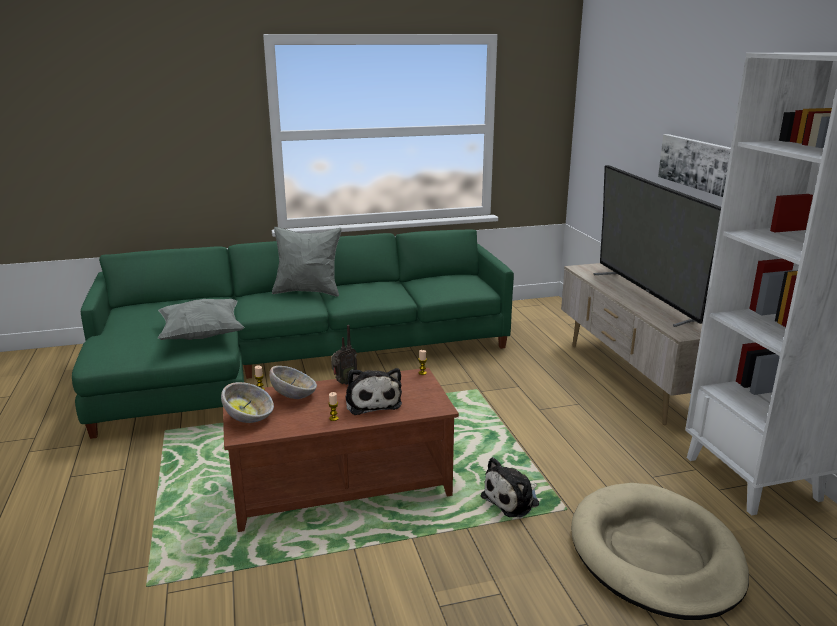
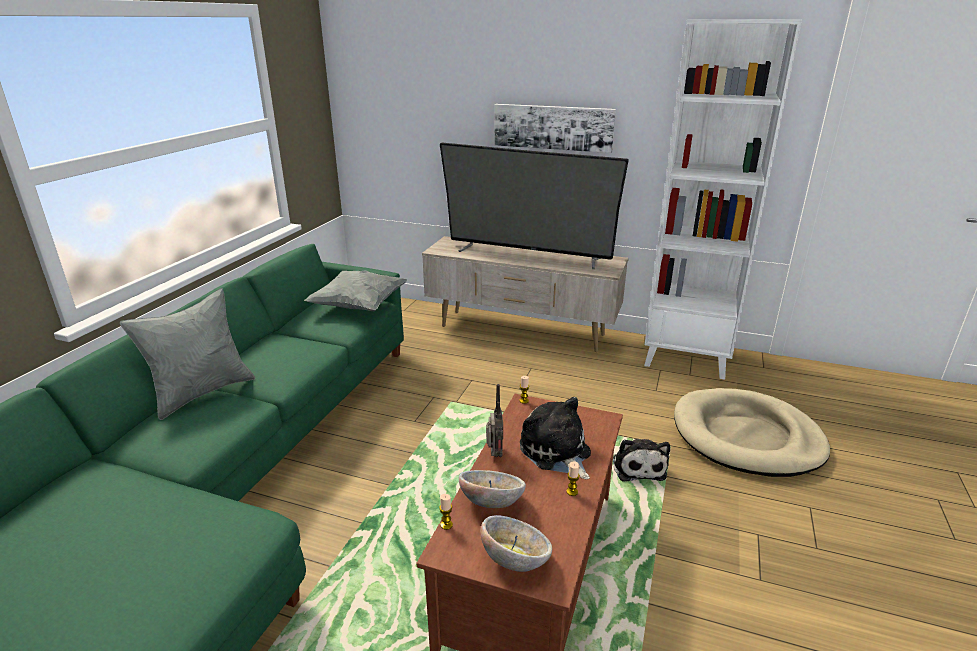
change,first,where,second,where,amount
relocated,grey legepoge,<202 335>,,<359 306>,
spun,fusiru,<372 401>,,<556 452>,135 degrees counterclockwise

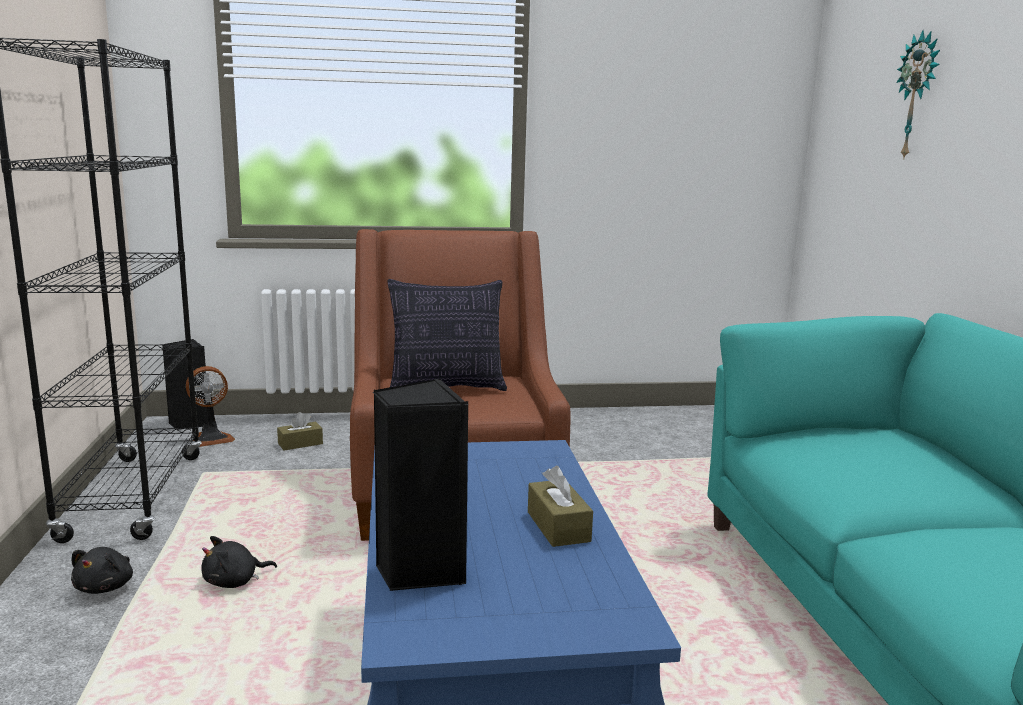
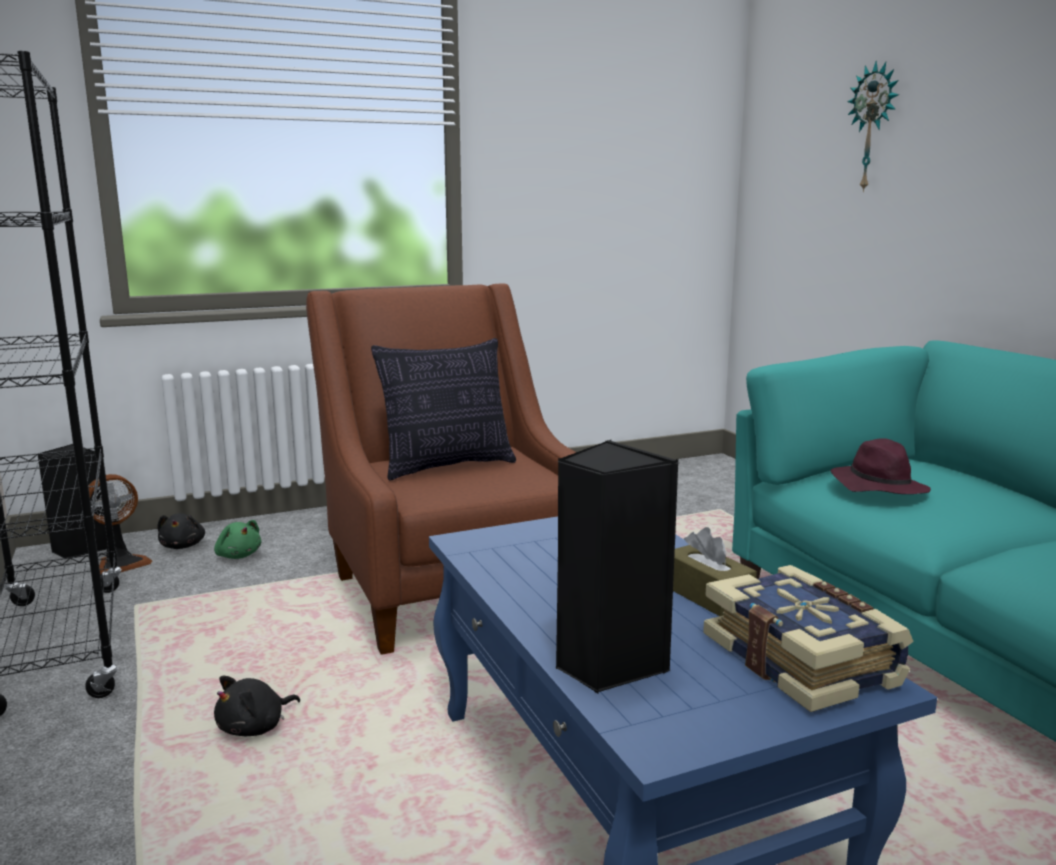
change,first,where,second,where,amount
relocated,black fusiru,<106 587>,,<183 546>,
exchanged,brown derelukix,<300 443>,green fusiru,<238 555>,
appeared,,,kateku,<803 660>,
appeared,,,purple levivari,<877 487>,

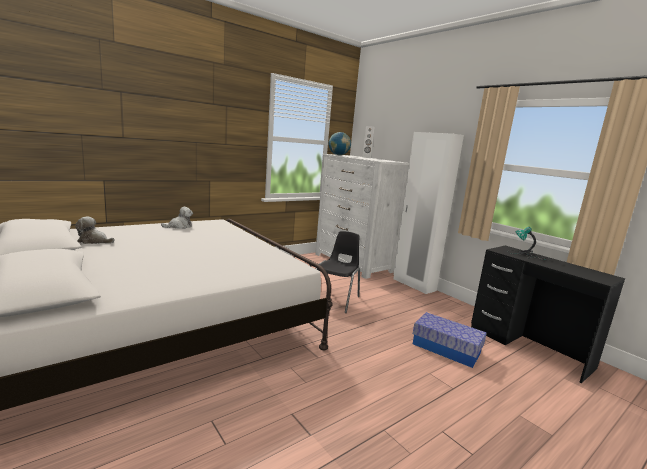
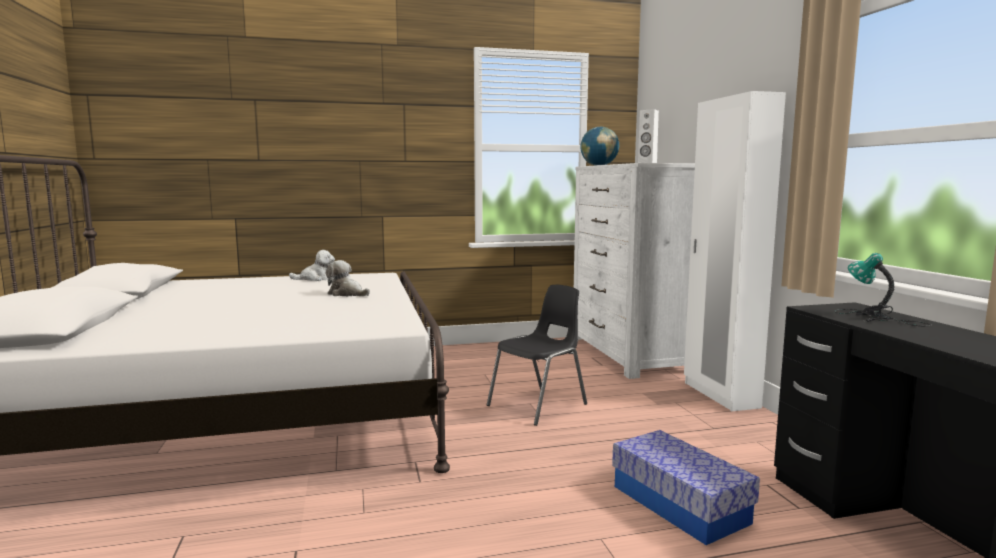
change,first,where,second,where,amount
relocated,fusiru,<94 241>,,<347 294>,

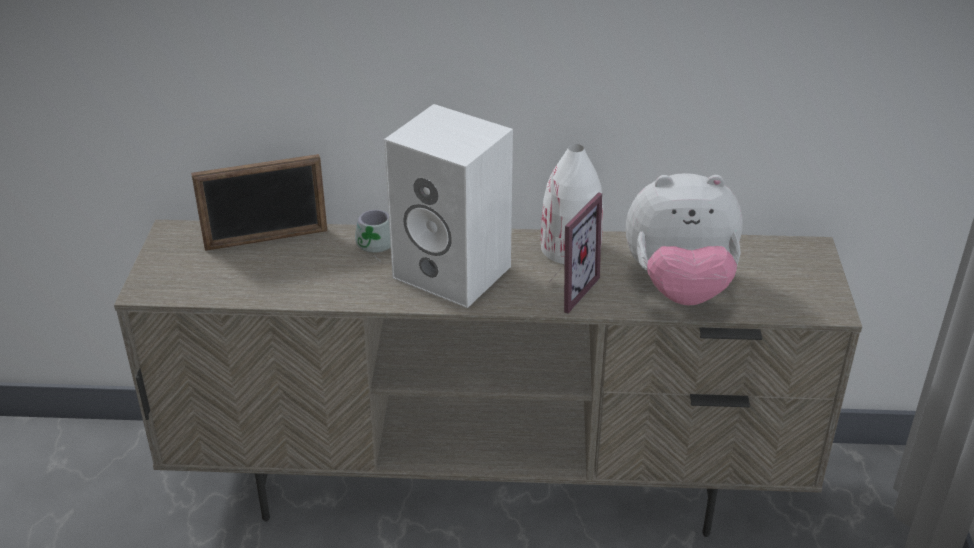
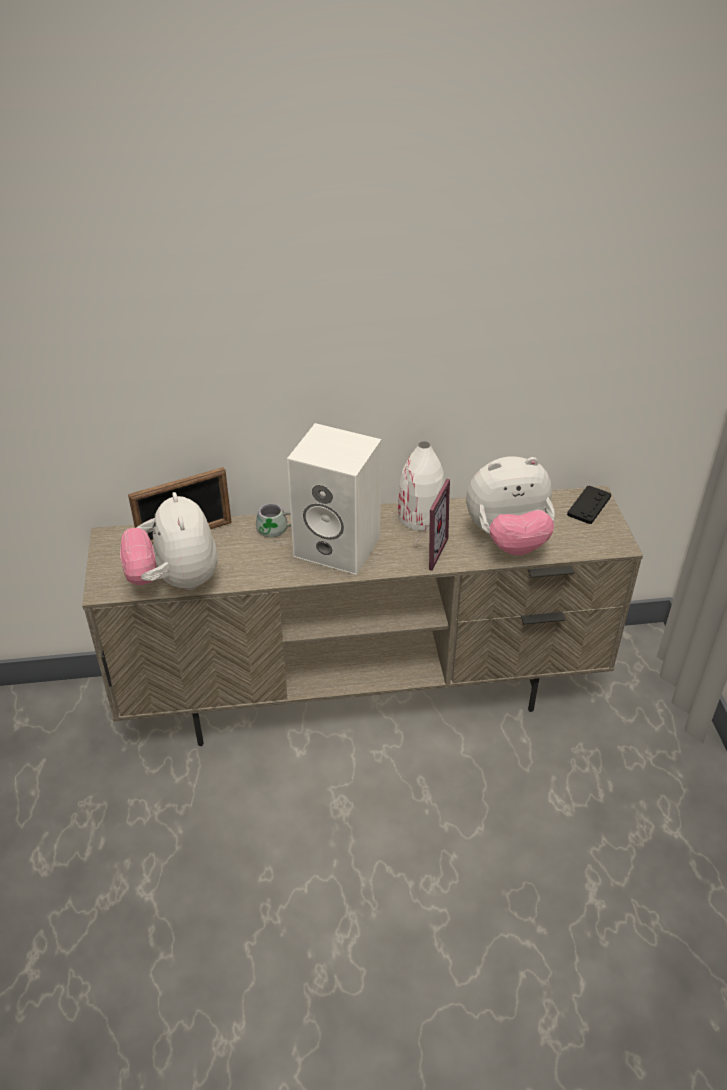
change,first,where,second,where,amount
appeared,,,fusiru,<175 580>,
appeared,,,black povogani,<589 505>,

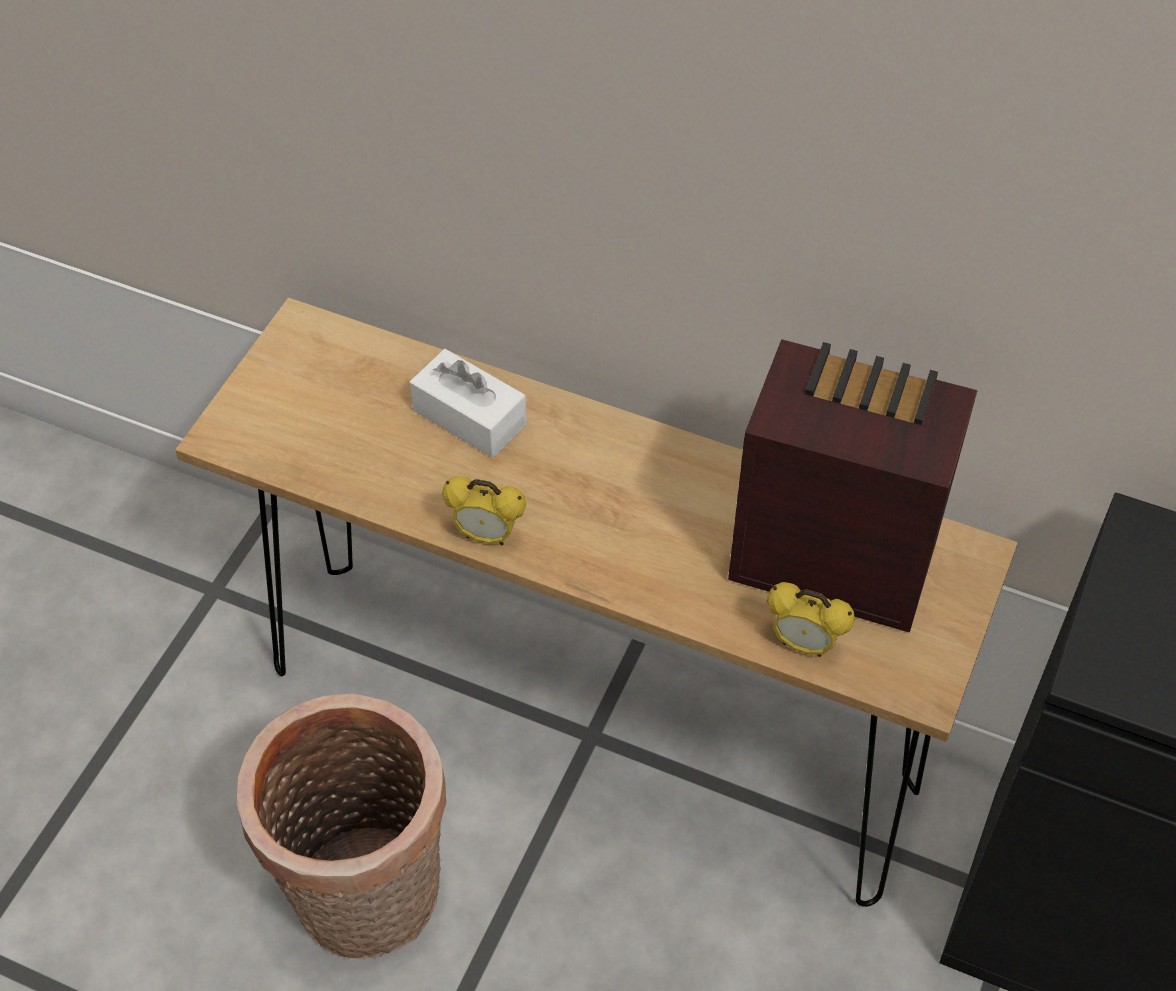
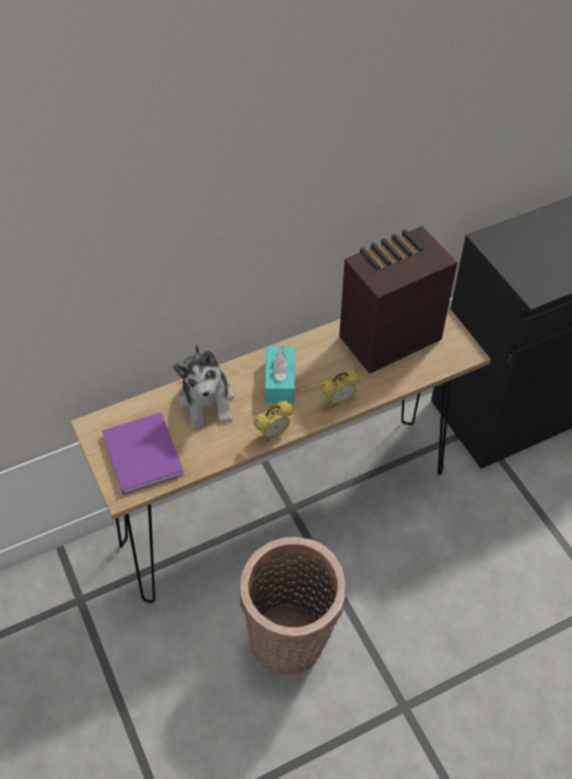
change,first,where,second,where,amount
appeared,,,purple kateku,<142 453>,
exchanged,white derelukix,<469 417>,fusiru,<207 400>,
appeared,,,turquoise derelukix,<280 381>,
relocated,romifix,<804 644>,,<338 401>,

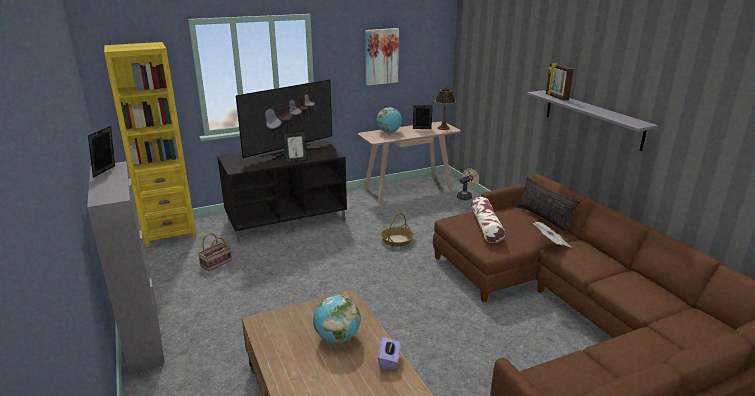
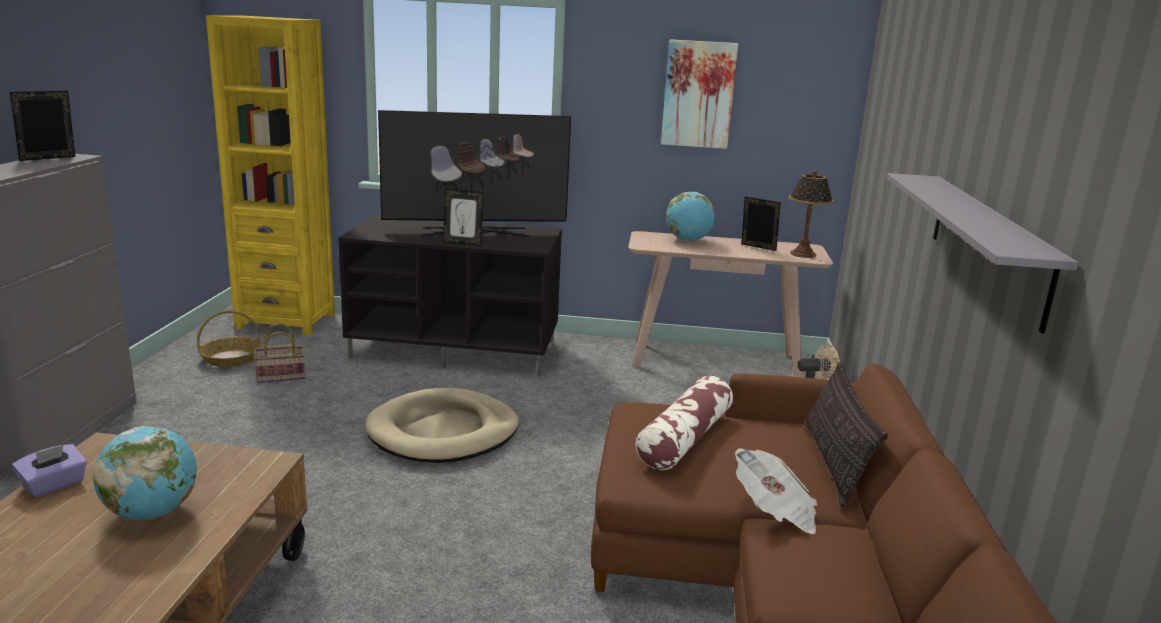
change,first,where,second,where,amount
relocated,purple derelukix,<389 361>,,<54 485>,
relocated,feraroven,<397 240>,,<230 358>,
appeared,,,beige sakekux,<443 432>,
missing,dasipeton,<556 97>,,,

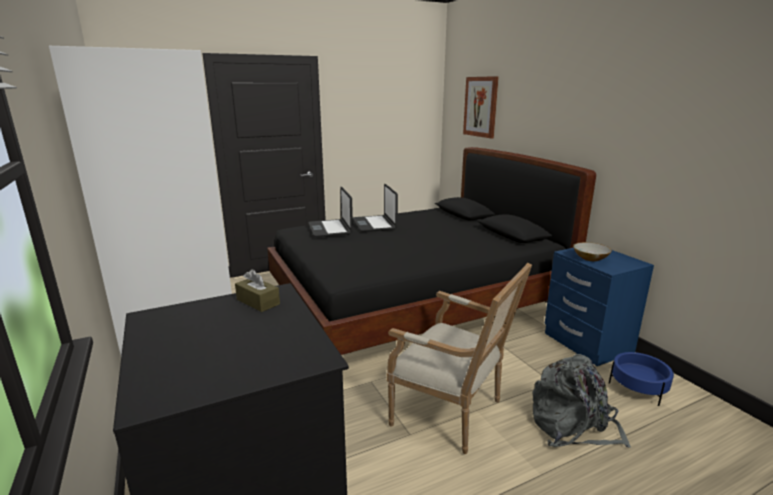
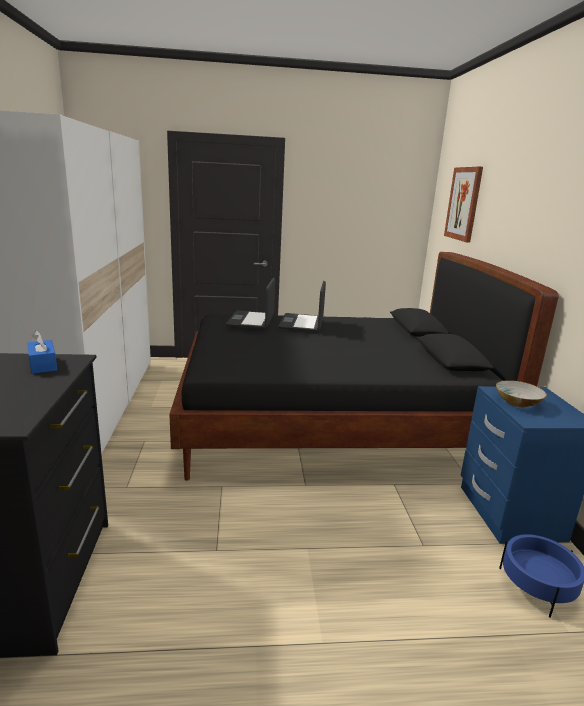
change,first,where,second,where,amount
colour,brown derelukix,<258 302>,blue derelukix,<43 364>,
missing,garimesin,<453 413>,,,
missing,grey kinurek,<573 426>,,,

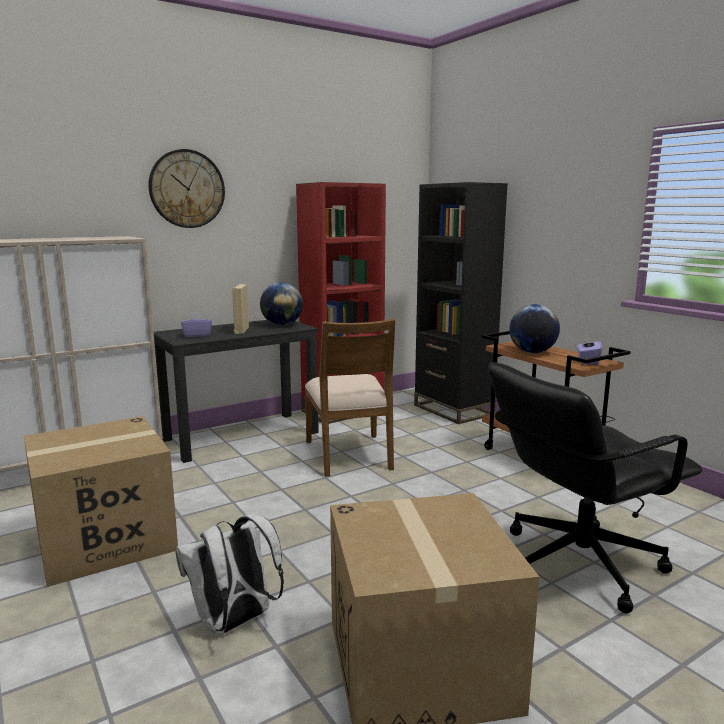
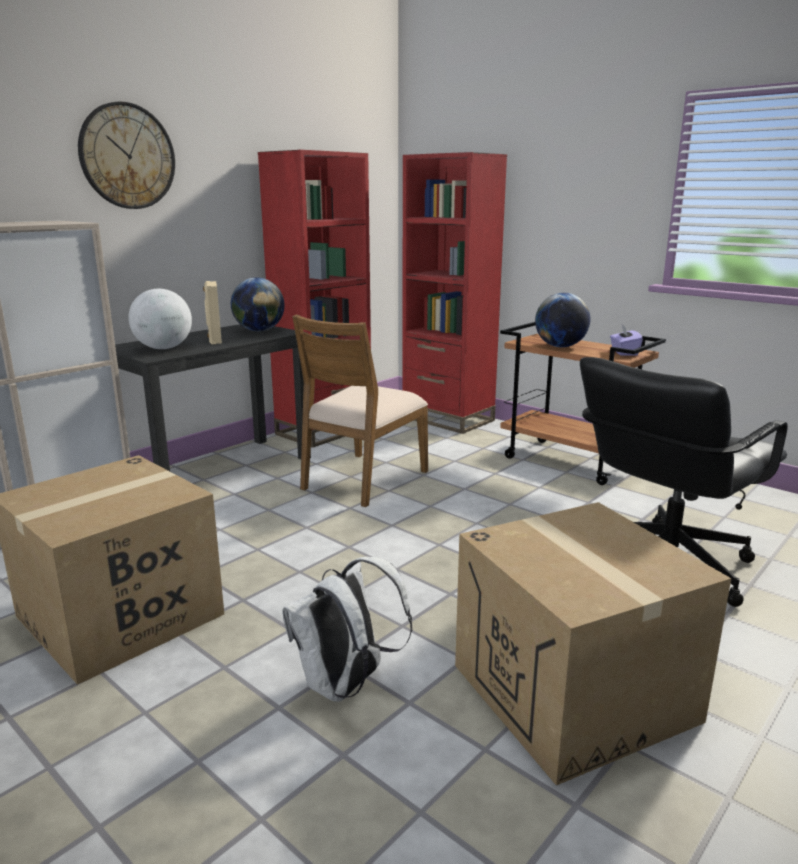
change,first,where,second,where,amount
exchanged,purple derelukix,<197 335>,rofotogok,<163 348>,
spun,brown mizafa,<350 455>,,<363 479>,60 degrees clockwise
colour,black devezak,<453 410>,red devezak,<447 419>,

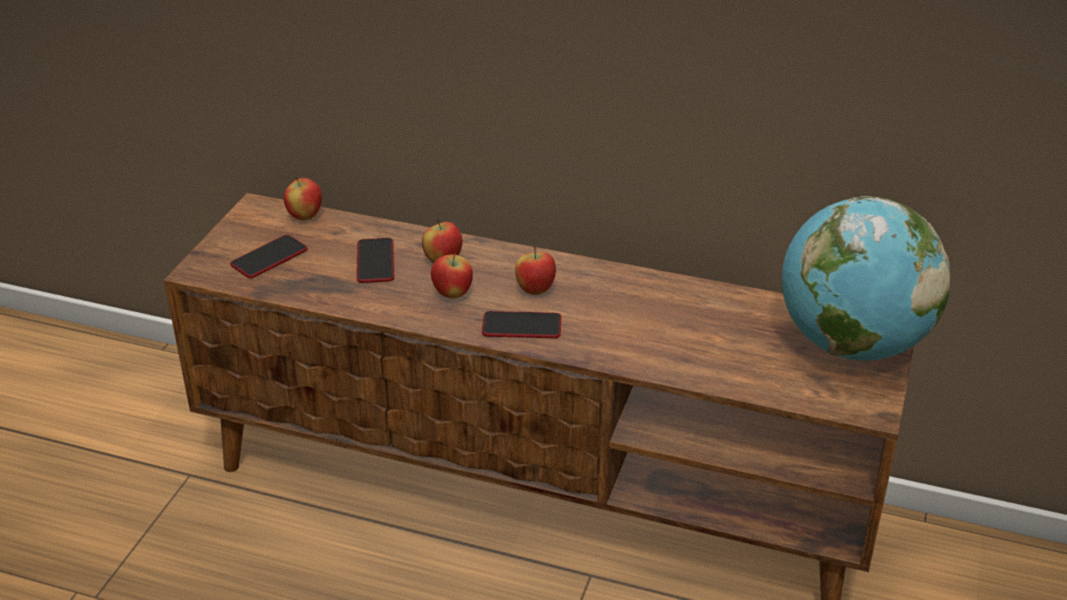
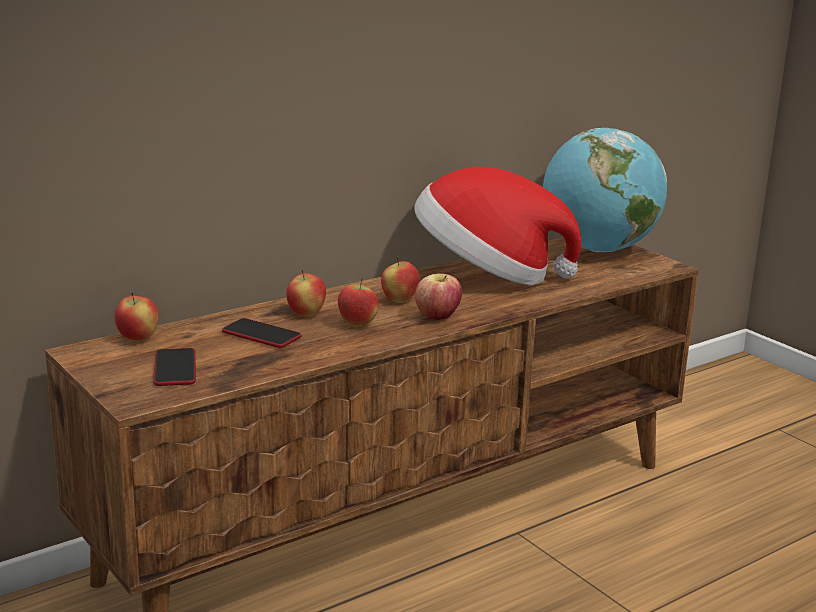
change,first,where,second,where,amount
appeared,,,levivari,<487 274>,
exchanged,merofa,<521 326>,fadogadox,<437 317>,

